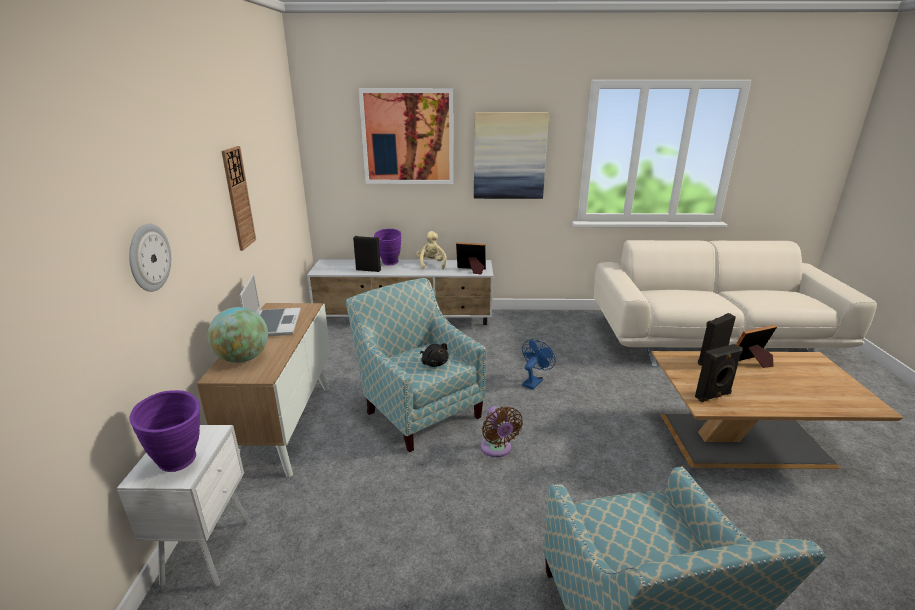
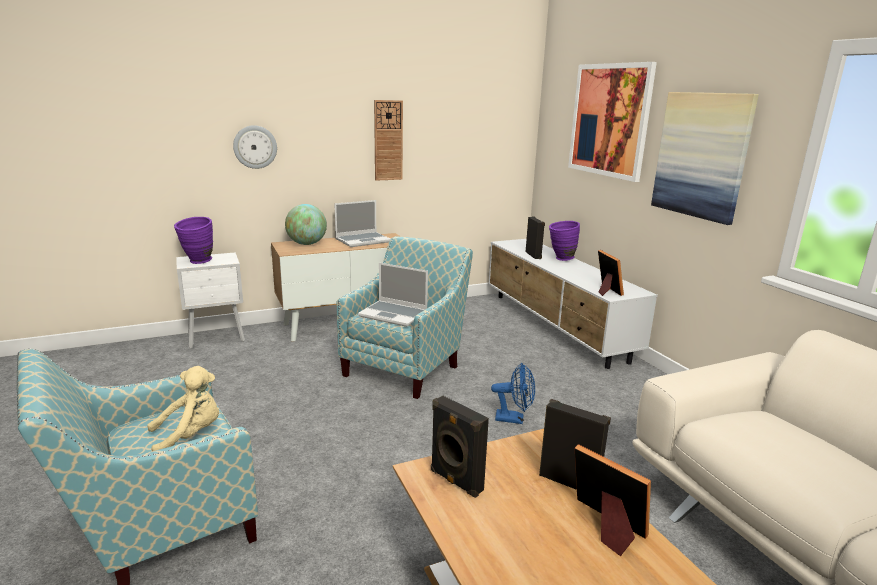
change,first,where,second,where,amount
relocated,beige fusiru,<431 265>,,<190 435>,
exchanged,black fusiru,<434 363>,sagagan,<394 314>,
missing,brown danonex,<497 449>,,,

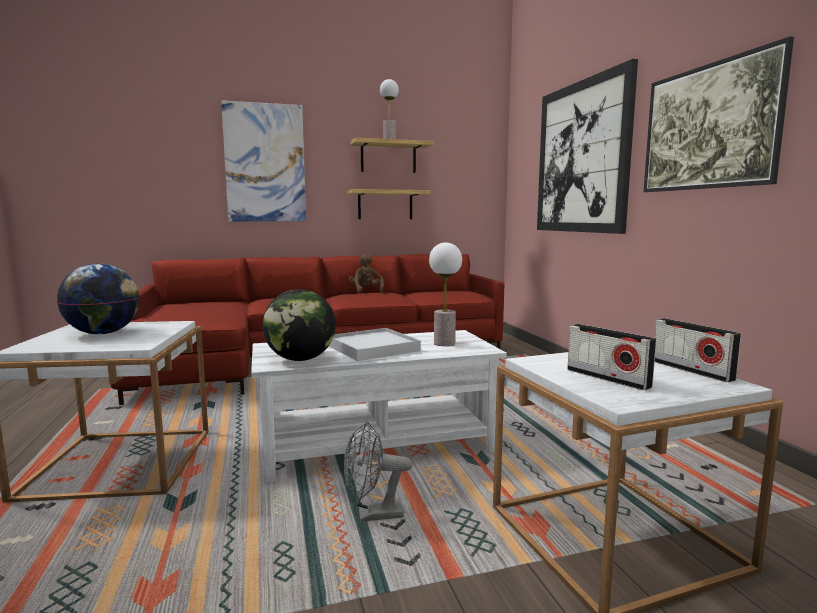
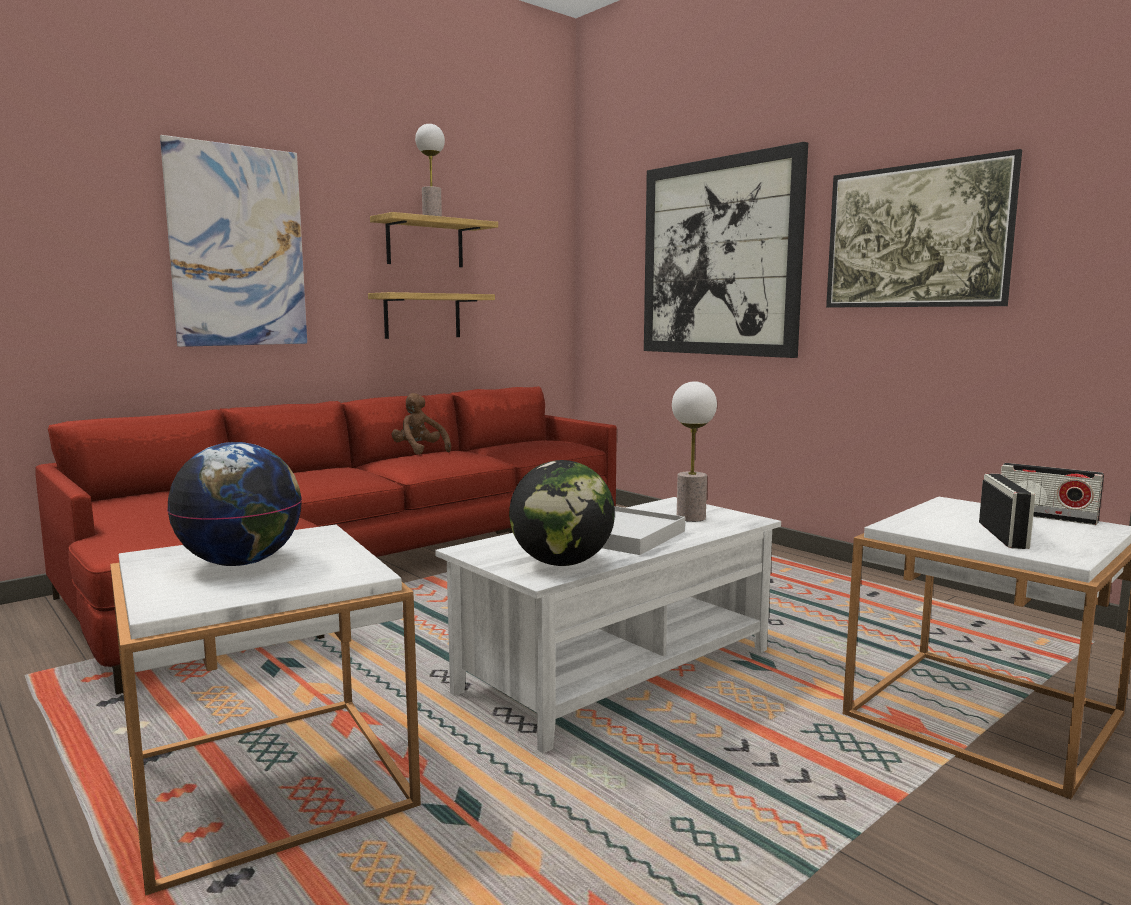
change,first,where,second,where,amount
spun,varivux,<607 378>,,<1003 535>,105 degrees counterclockwise
missing,grey danonex,<372 514>,,,

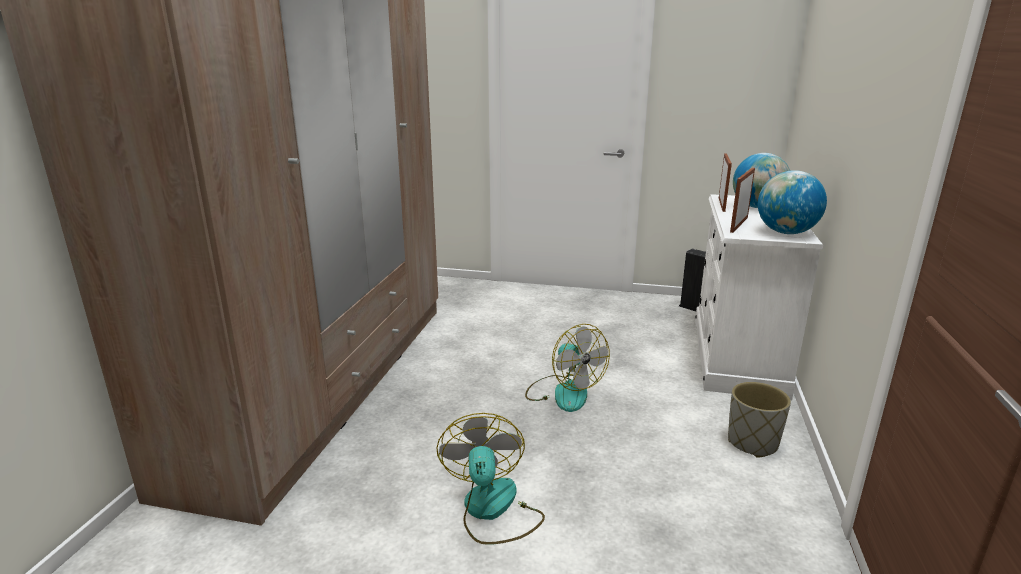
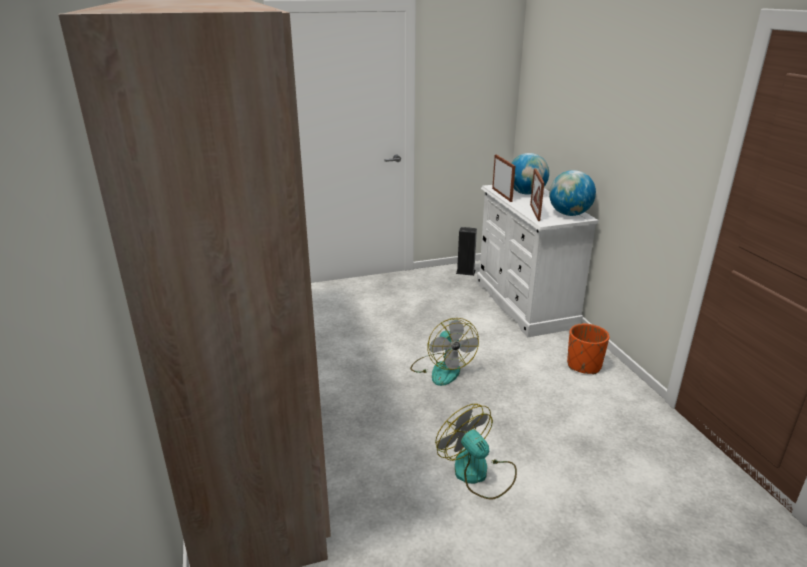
change,first,where,second,where,amount
spun,danonex,<563 392>,,<442 369>,45 degrees clockwise
colour,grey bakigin,<753 443>,orange bakigin,<584 365>,

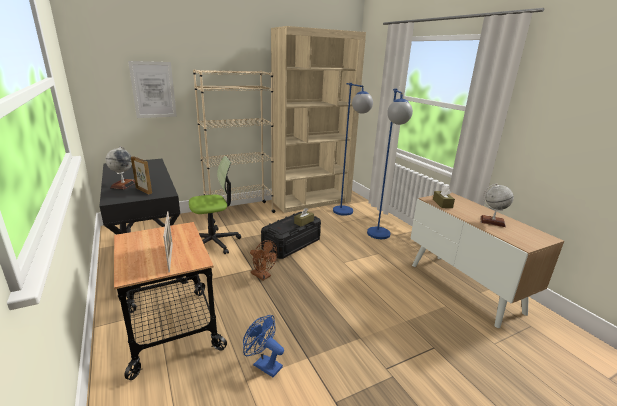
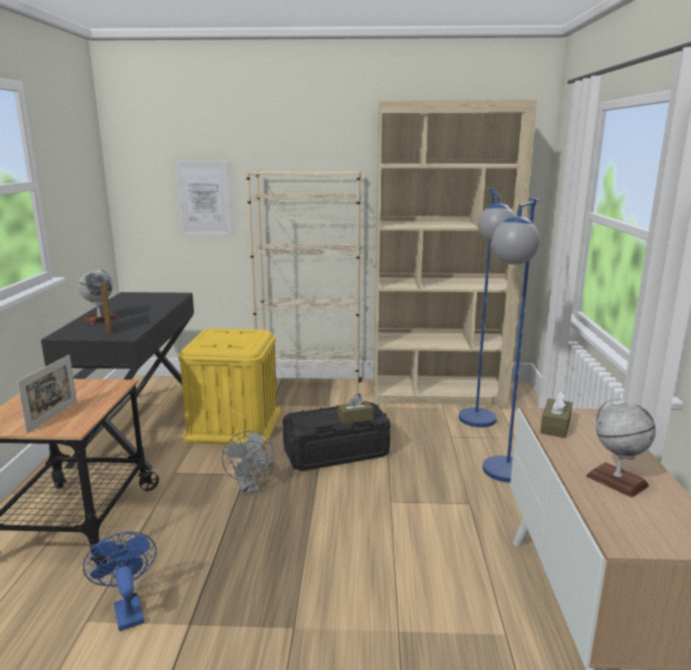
change,first,where,second,where,amount
exchanged,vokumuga,<214 242>,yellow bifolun,<234 424>,
colour,brown danonex,<263 276>,grey danonex,<249 488>,

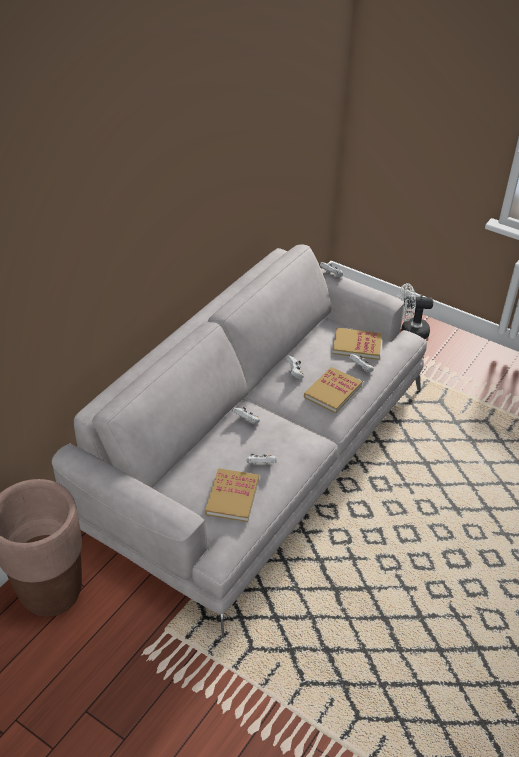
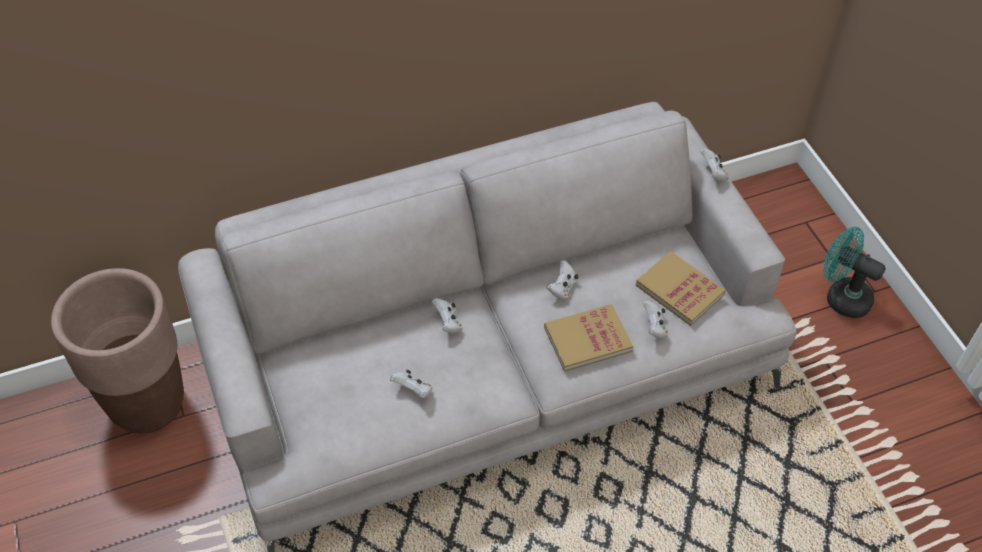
change,first,where,second,where,amount
colour,white danonex,<409 331>,turquoise danonex,<841 296>,
missing,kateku,<232 496>,,,

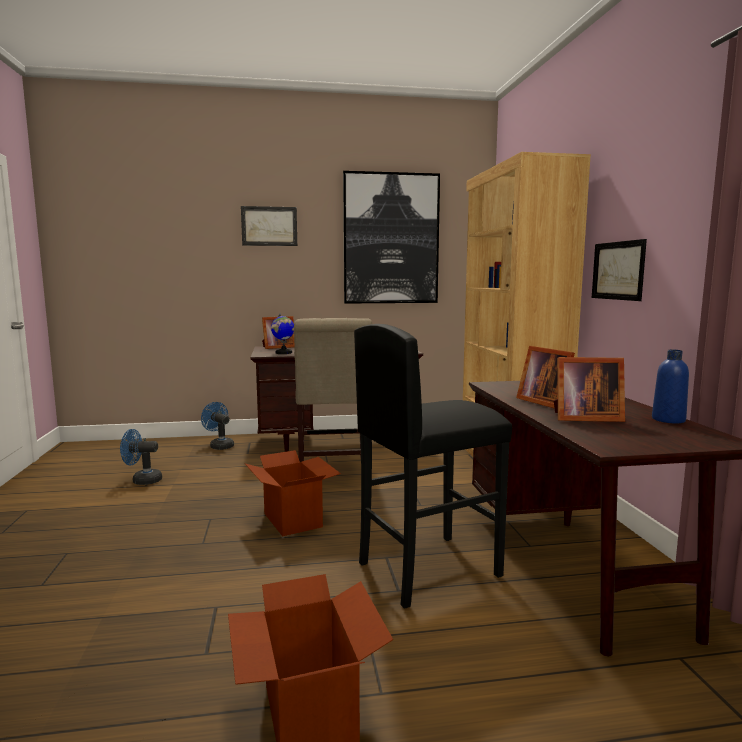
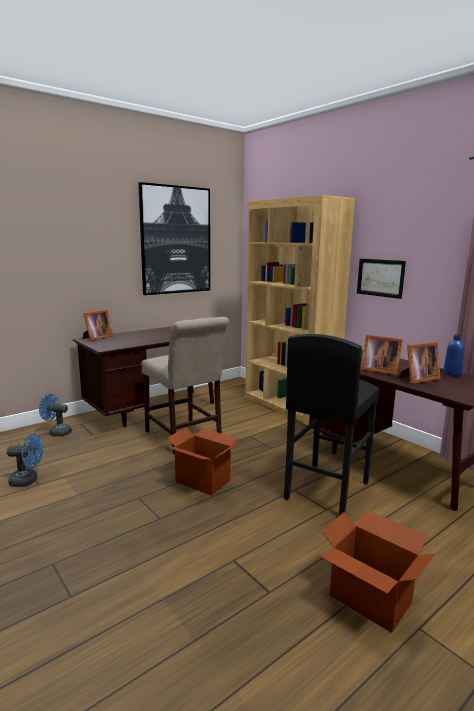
change,first,where,second,where,amount
spun,blue danonex,<142 480>,,<28 480>,150 degrees counterclockwise
missing,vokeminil,<269 226>,,,
missing,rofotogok,<283 353>,,,

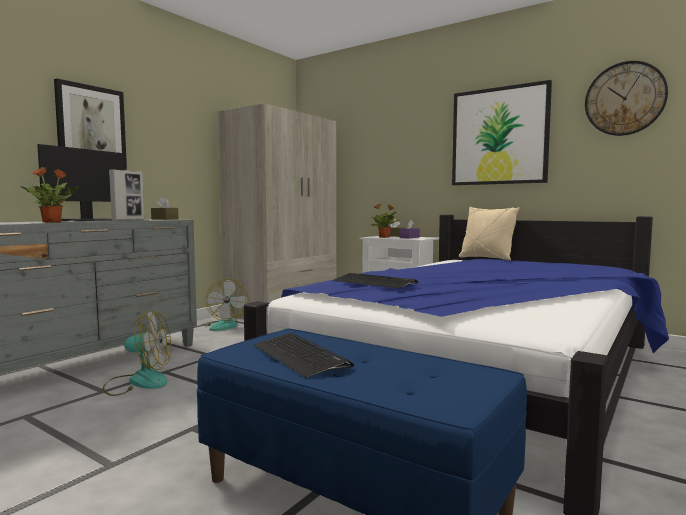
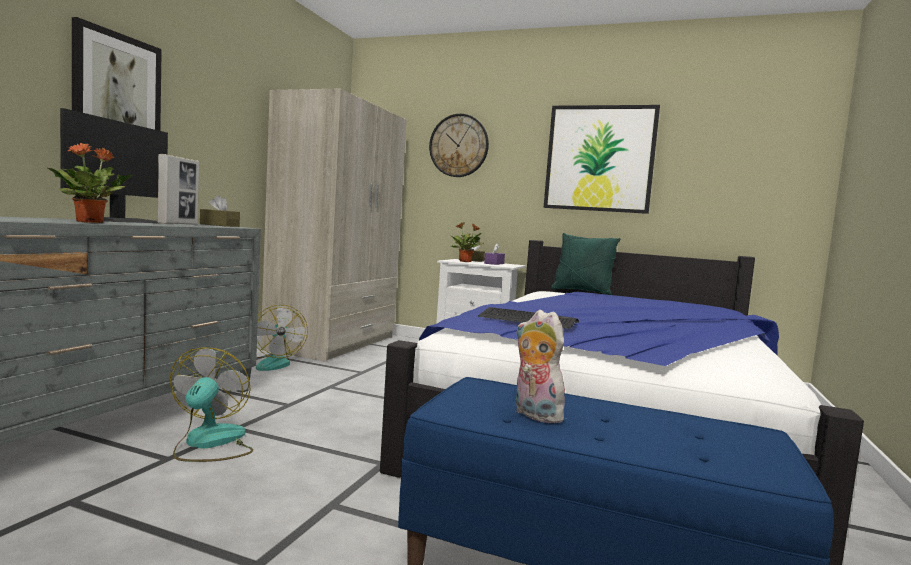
change,first,where,second,where,amount
spun,danonex,<138 382>,,<209 443>,75 degrees counterclockwise
relocated,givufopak,<624 99>,,<459 145>,
exchanged,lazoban,<300 356>,fusiru,<534 415>,
colour,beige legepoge,<486 258>,green legepoge,<582 291>,

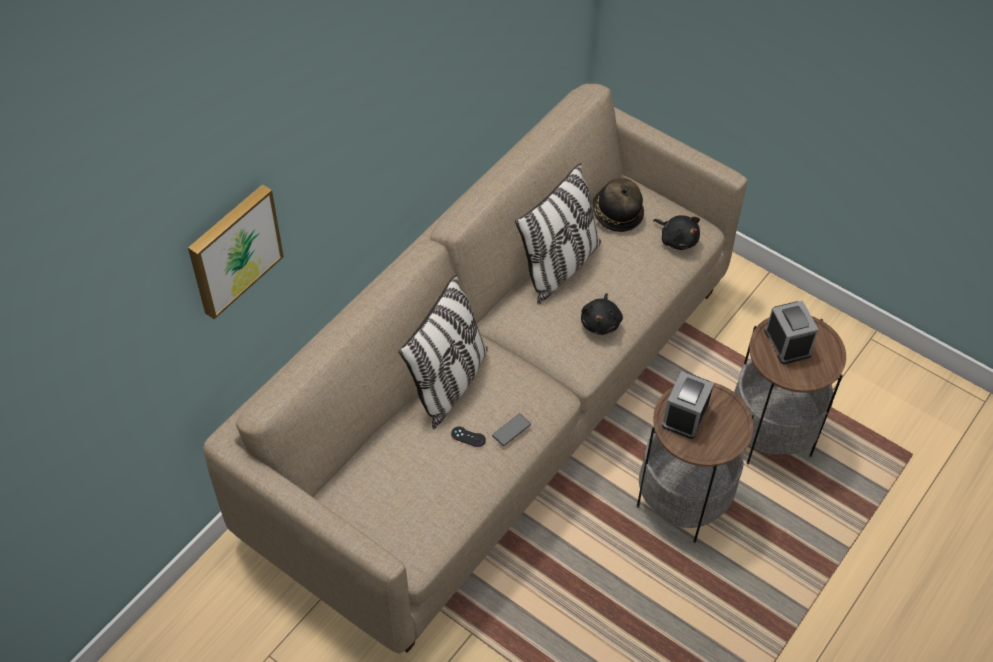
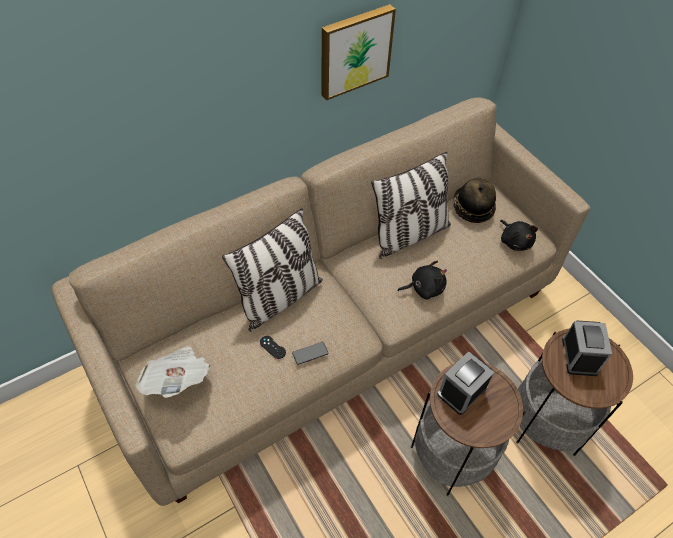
change,first,where,second,where,amount
appeared,,,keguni,<177 379>,
relocated,vokeminil,<233 249>,,<354 51>,
spun,black fusiru,<601 322>,,<424 288>,135 degrees counterclockwise

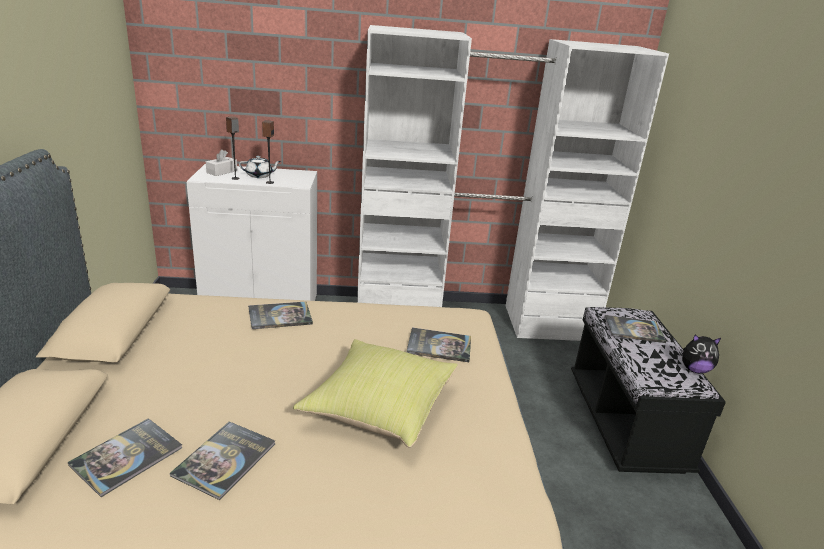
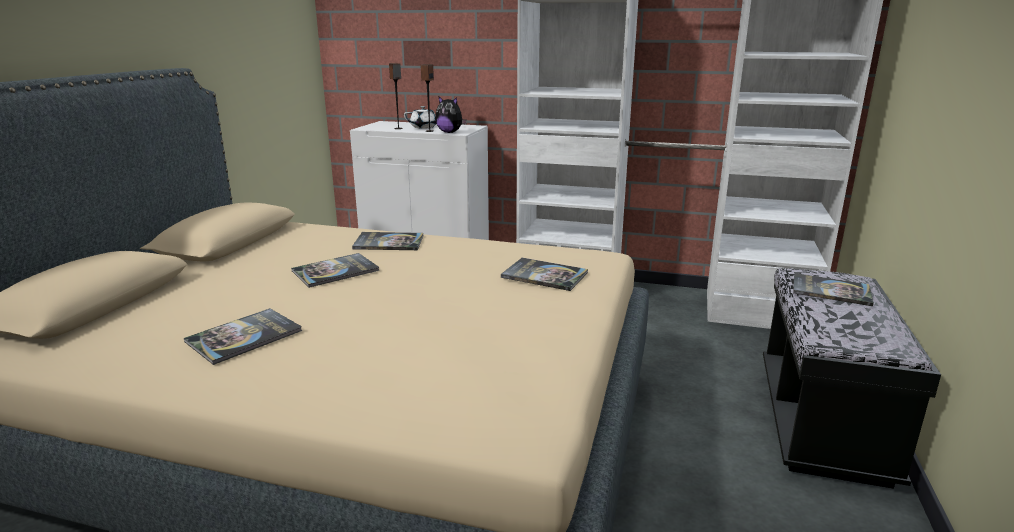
change,first,where,second,where,amount
relocated,kateku,<127 456>,,<335 271>,
relocated,fusiru,<694 369>,,<450 132>,
missing,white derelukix,<222 172>,,,
missing,yellow legepoge,<379 407>,,,

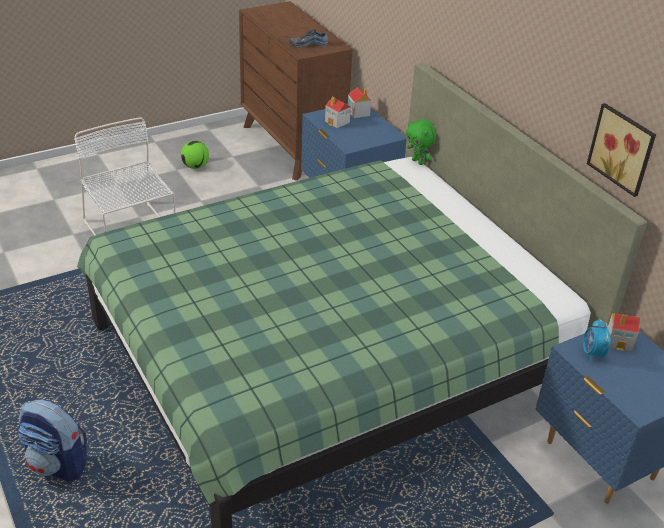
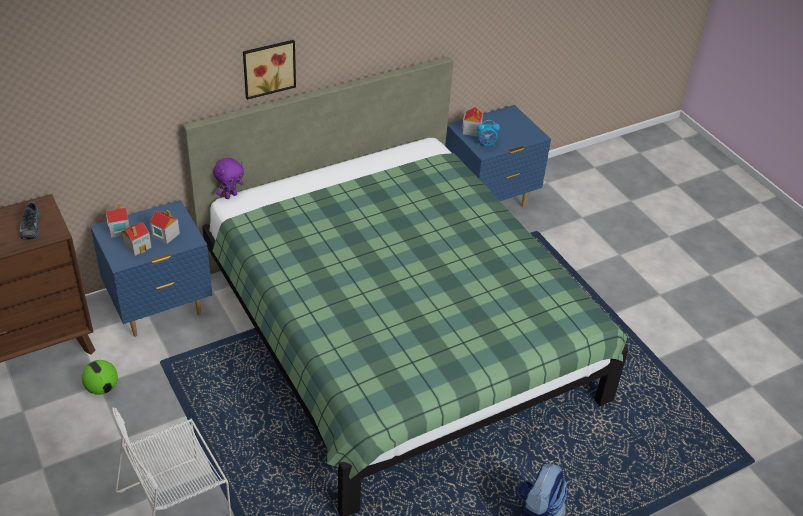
change,first,where,second,where,amount
relocated,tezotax,<195 166>,,<102 388>,
appeared,,,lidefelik,<165 235>,
colour,green fusiru,<418 162>,purple fusiru,<230 195>,
relocated,vokeminil,<623 148>,,<268 67>,

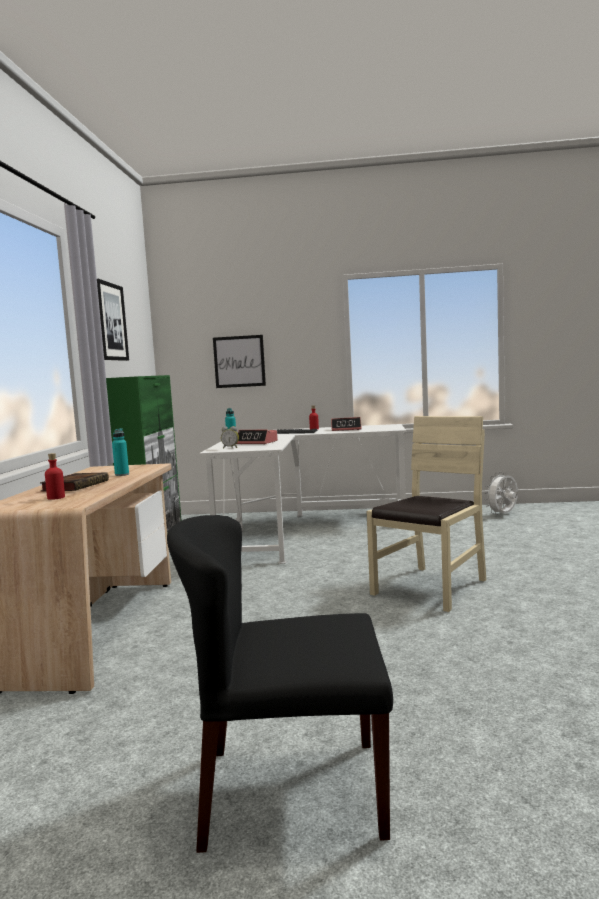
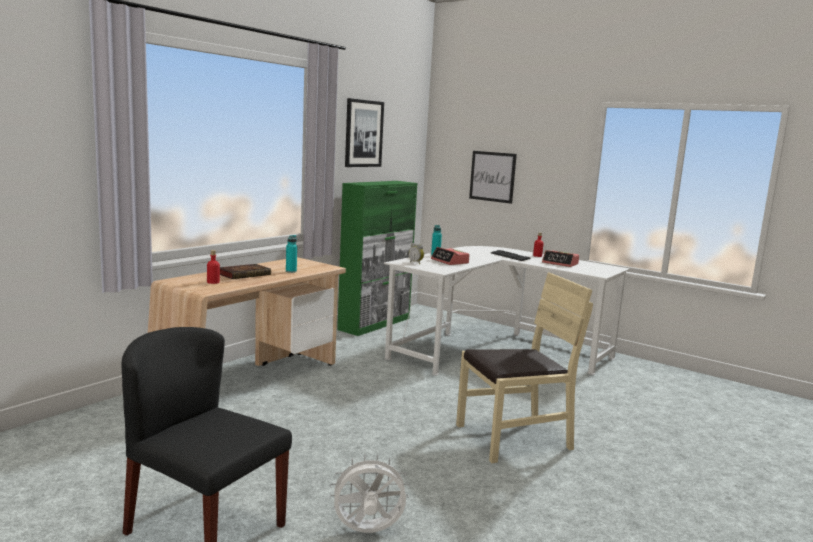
change,first,where,second,where,amount
relocated,white danonex,<503 515>,,<367 532>,

